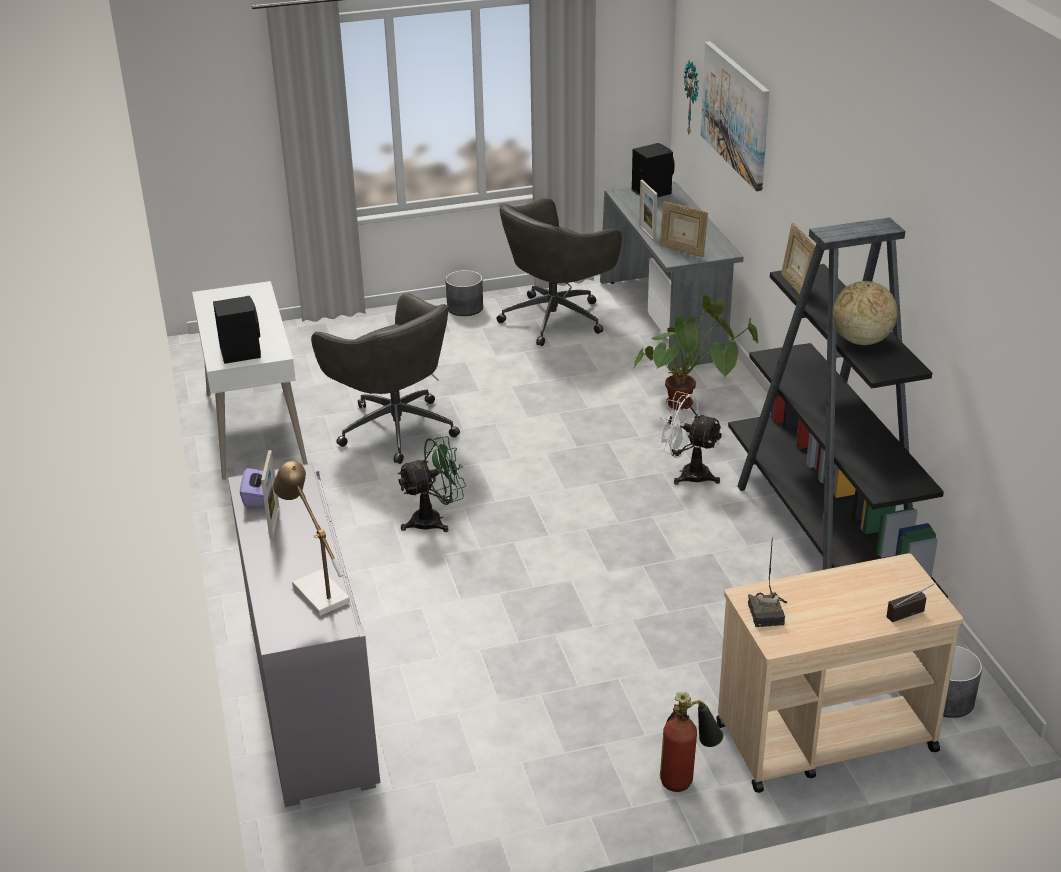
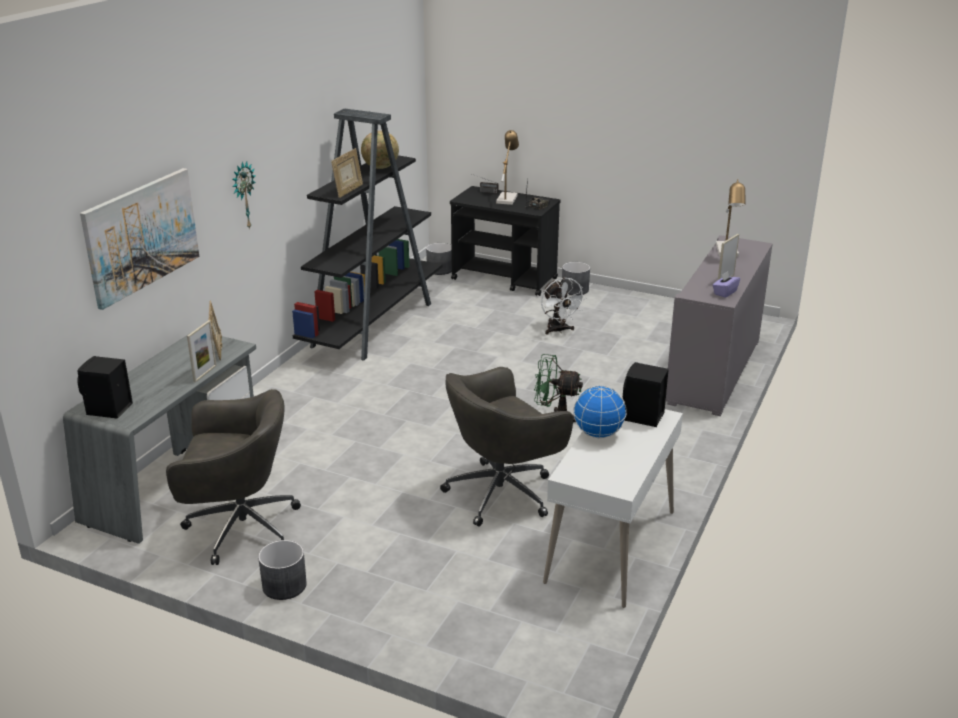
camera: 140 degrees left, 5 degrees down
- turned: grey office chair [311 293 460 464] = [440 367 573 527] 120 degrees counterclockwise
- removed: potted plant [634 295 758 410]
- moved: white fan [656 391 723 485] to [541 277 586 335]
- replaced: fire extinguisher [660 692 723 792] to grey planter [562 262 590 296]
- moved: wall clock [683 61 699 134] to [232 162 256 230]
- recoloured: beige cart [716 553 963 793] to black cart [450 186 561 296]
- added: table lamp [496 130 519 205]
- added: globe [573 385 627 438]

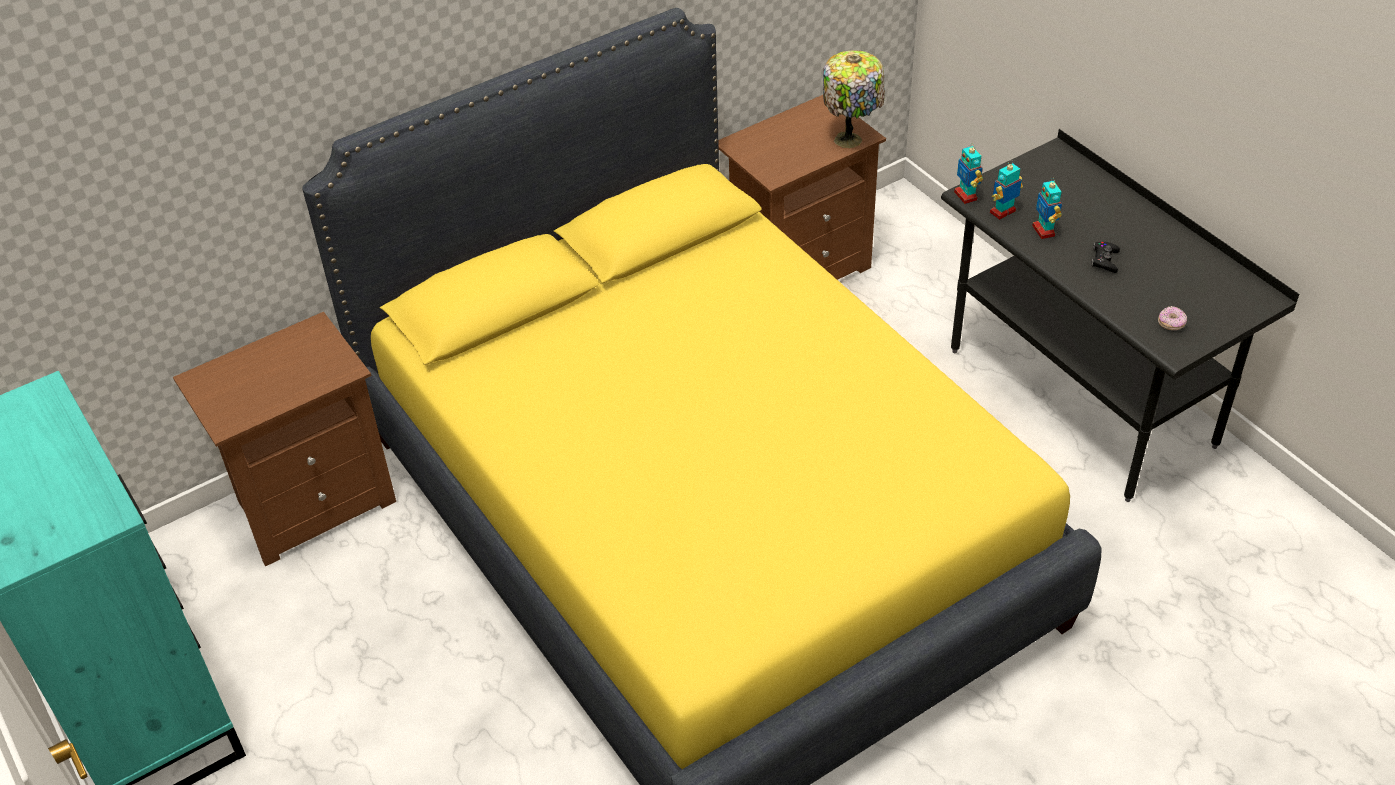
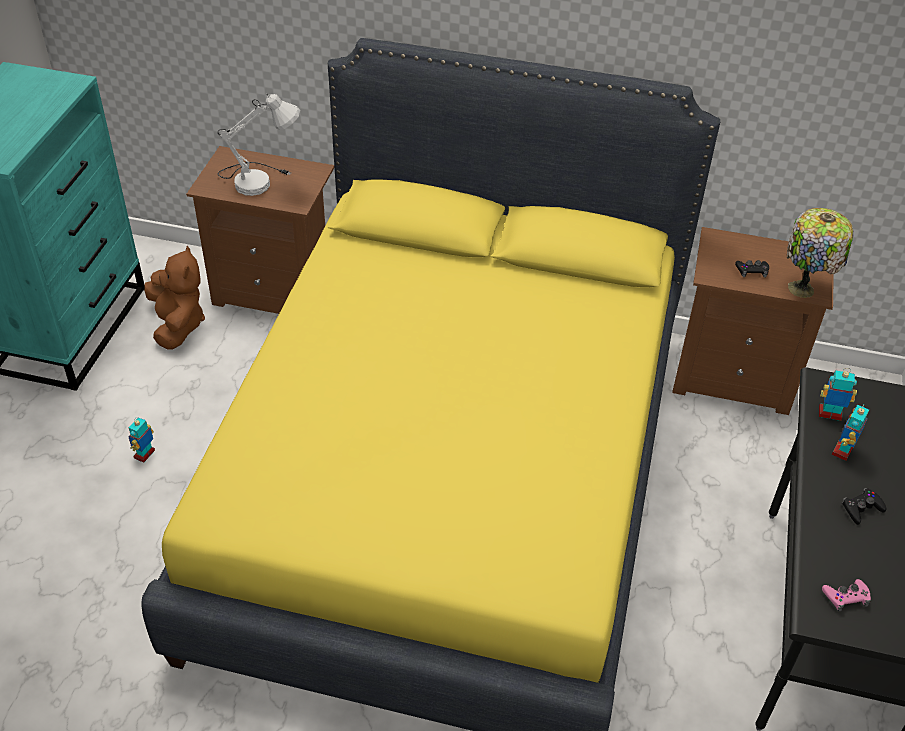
camera: 45 degrees right, 0 degrees up
- moved: toy robot [954 144 983 204] to [128 417 155 463]
- replaced: donut [1158 306 1187 330] to pink game controller [822 579 871 611]
- added: brown plush toy [144 246 205 350]
- added: white table lamp [218 94 301 196]
- added: black game controller [735 260 769 278]

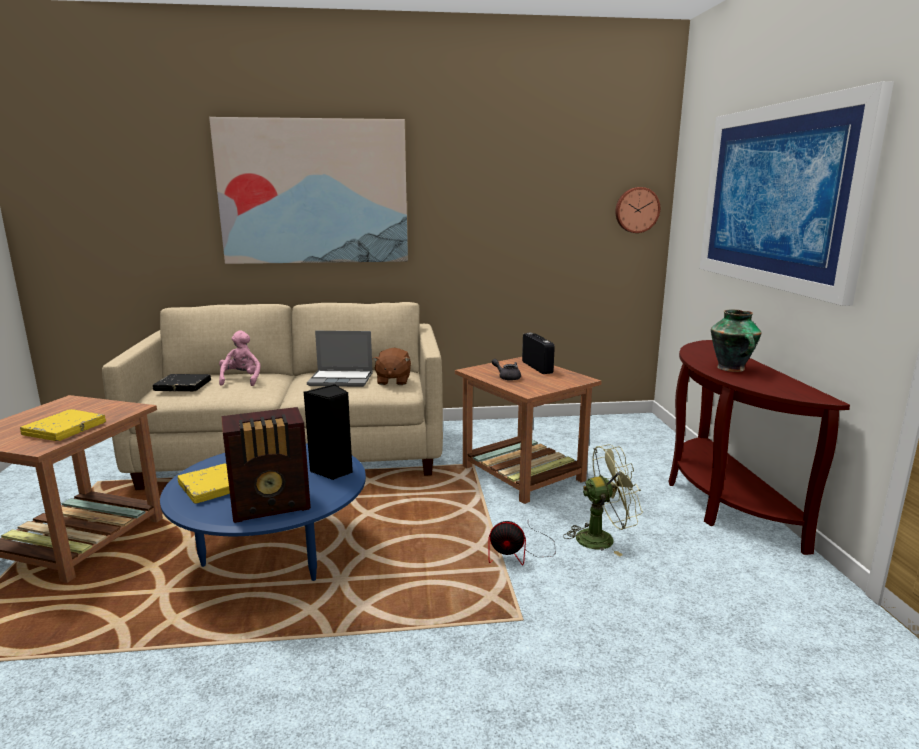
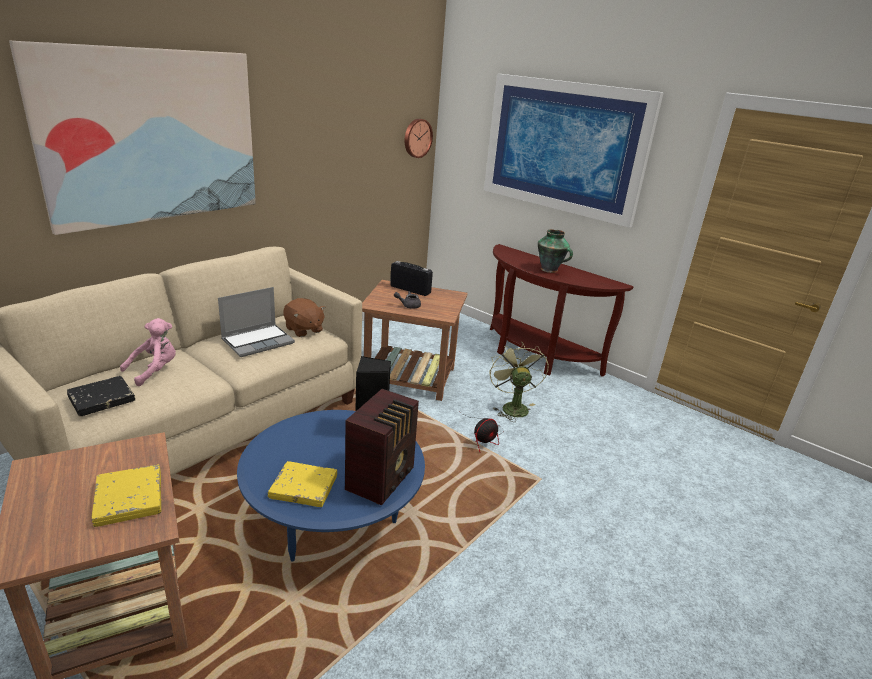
camera: 45 degrees left, 10 degrees up
- turned: pink plush toy [219 330 261 386] = [120 318 176 386] 90 degrees clockwise
- turned: green fan [563 444 643 556] = [489 342 549 422] 45 degrees counterclockwise

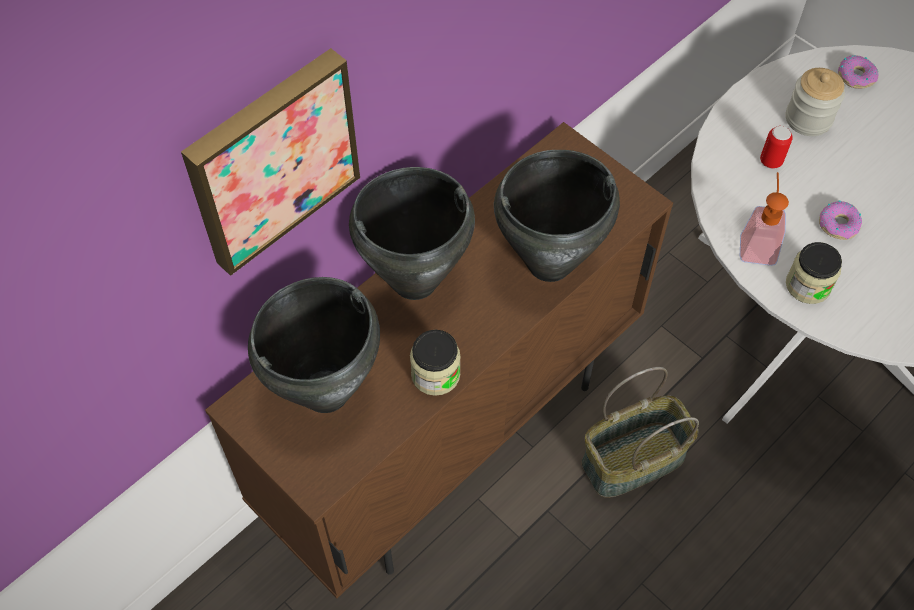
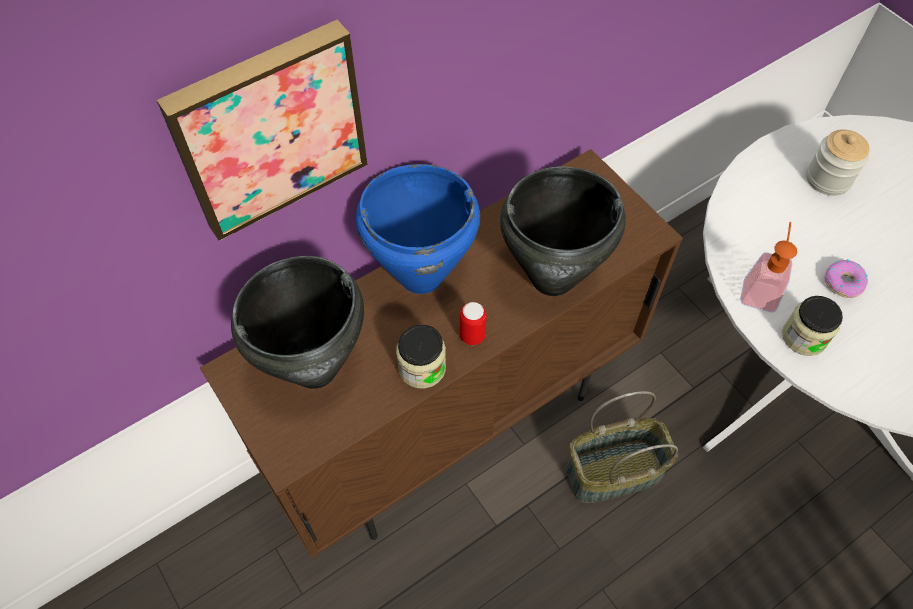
camera: 10 degrees right, 0 degrees up
- recoloured: black cooking pot [349 167 475 300] to blue cooking pot [356 164 480 294]
- moved: can [760 126 793 169] to [460 302 487 345]
- removed: donut [838 55 879 89]

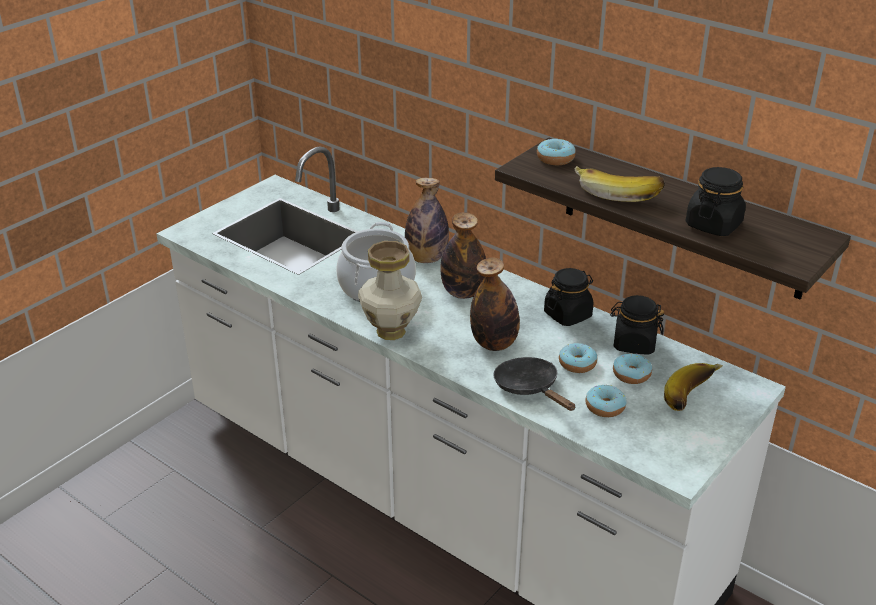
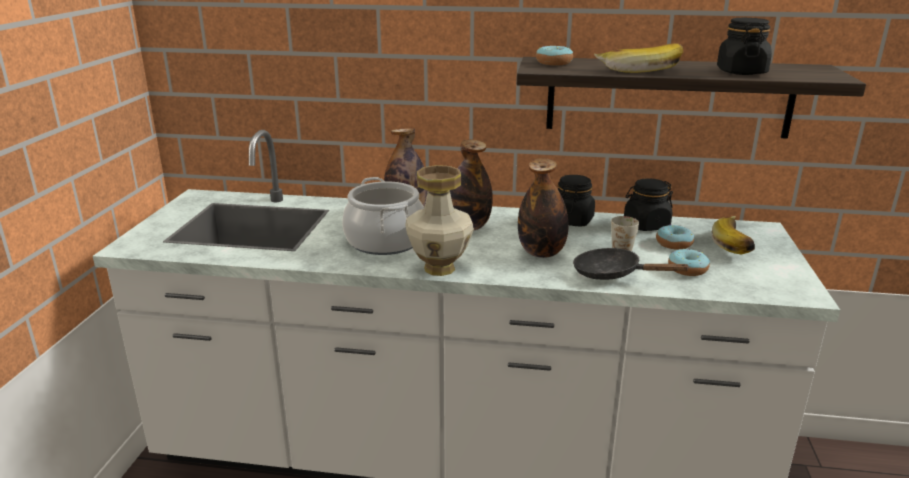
camera: 30 degrees left, 10 degrees down
- replaced: donut [559 343 597 373] to white mug [611 216 639 251]

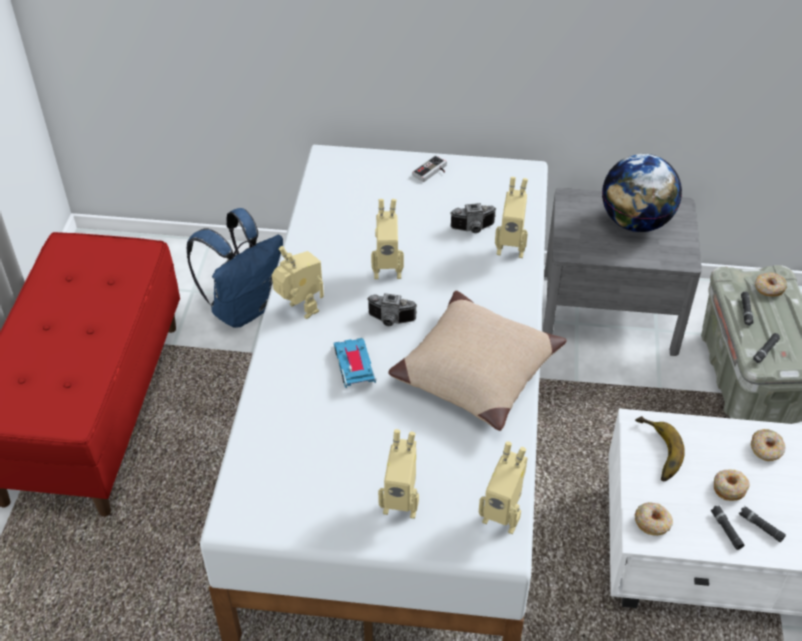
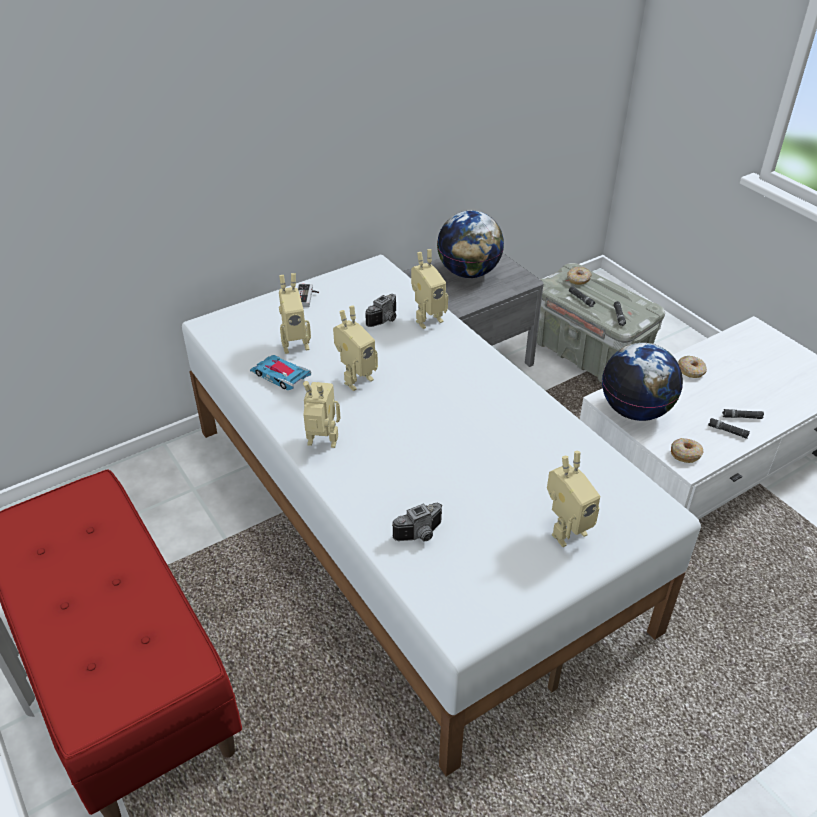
camera: 40 degrees left, 5 degrees down
- removed: blue backpack [187 208 283 328]
- moved: toy car [333 338 376 388] to [250 355 311 390]
- moved: photo camera [367 293 417 326] to [392 503 442 541]
- removed: beige pillow [388 291 567 431]
- moved: toy robot [479 441 528 534] to [279 273 311 354]
- replaced: banana [635 416 685 481] to globe [602 343 683 421]
- removed: donut [714 469 750 501]

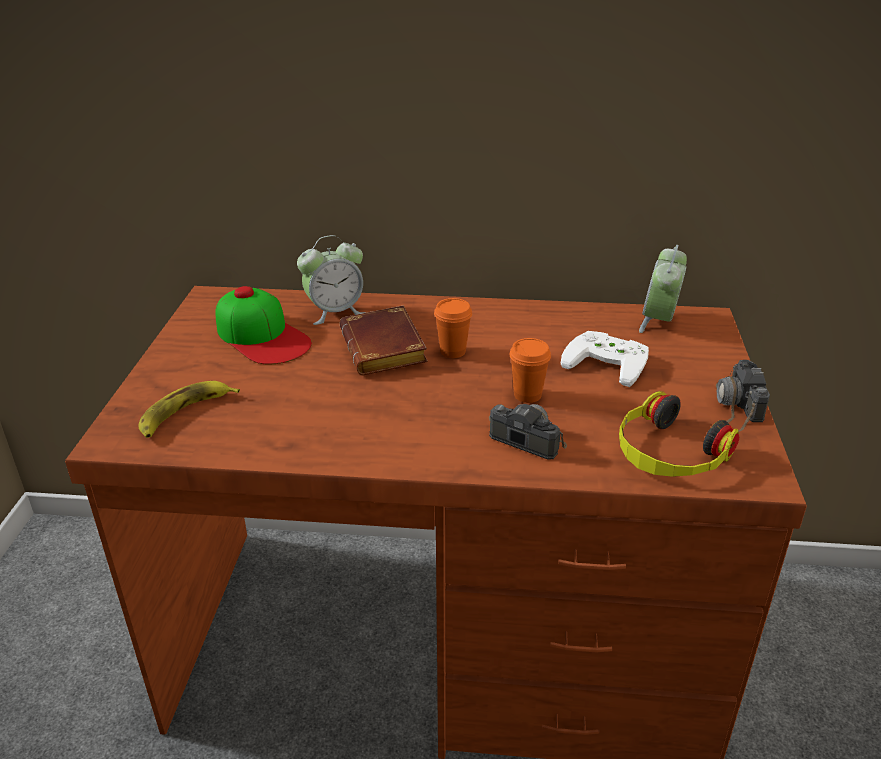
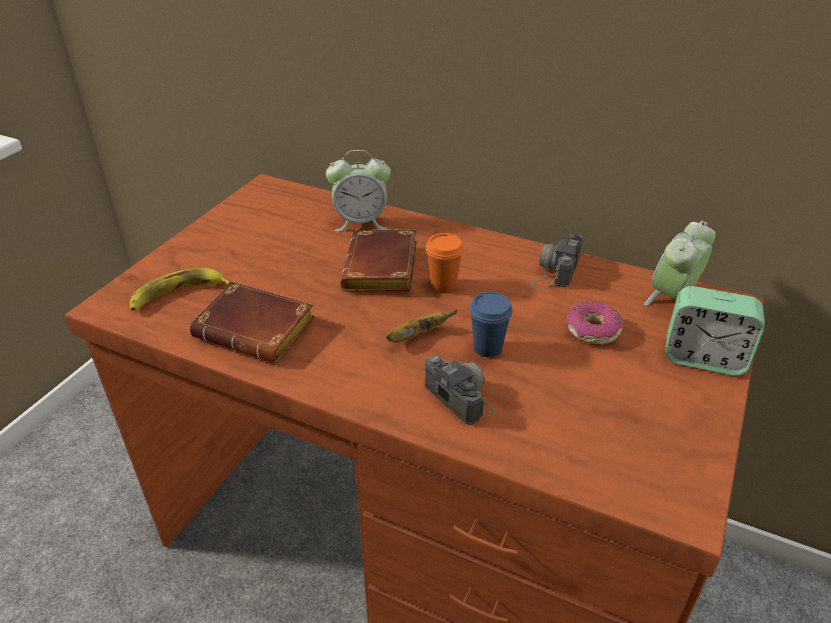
camera: 20 degrees right, 5 degrees up
- removed: cap [215 286 312 364]
- recoloured: orange cup [509 338 551 403] to blue cup [469 292 513 357]
- replaced: white game controller [560 331 649 387] to donut [566 301 624 345]
- removed: headphones [619 391 739 477]
- moved: photo camera [716 360 770 432] to [530 233 583 290]
- added: brown book [190 282 315 363]
- added: banana [386 310 457 343]
- added: alarm clock [666 286 765 376]

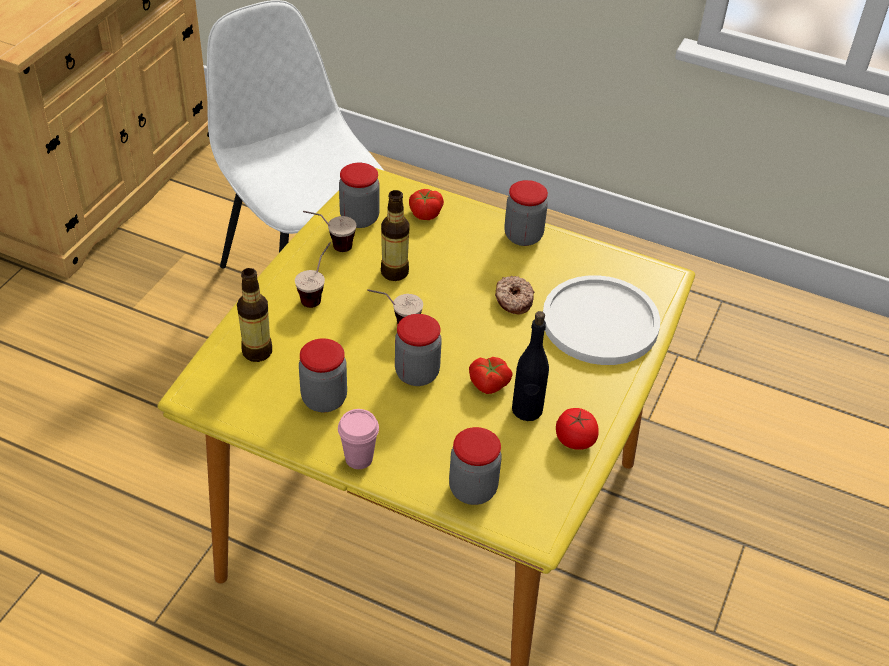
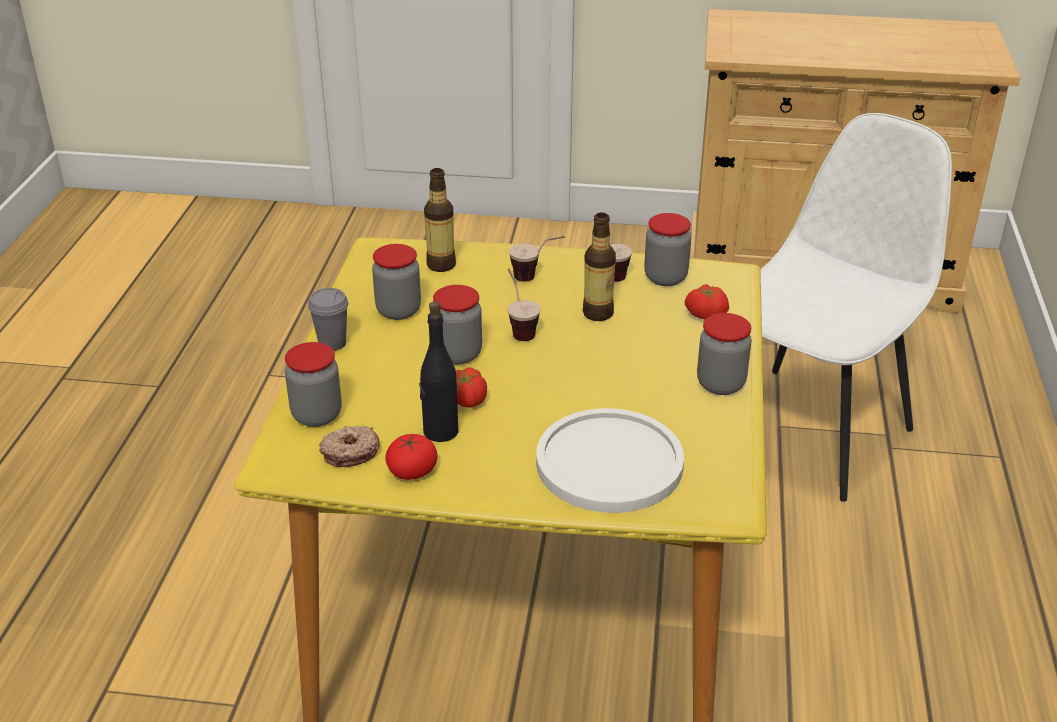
camera: 75 degrees right, 10 degrees down
- recoloured: pink cup [338 409 379 469] to grey cup [308 288 349 351]
- moved: donut [495 276 534 314] to [319 425 380 467]

